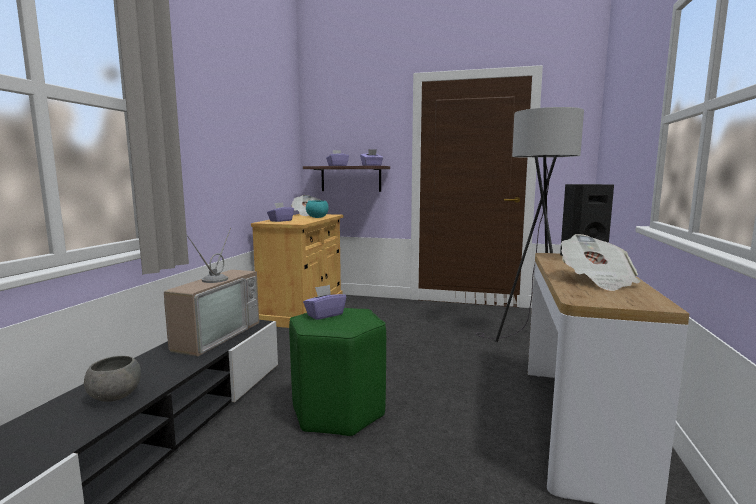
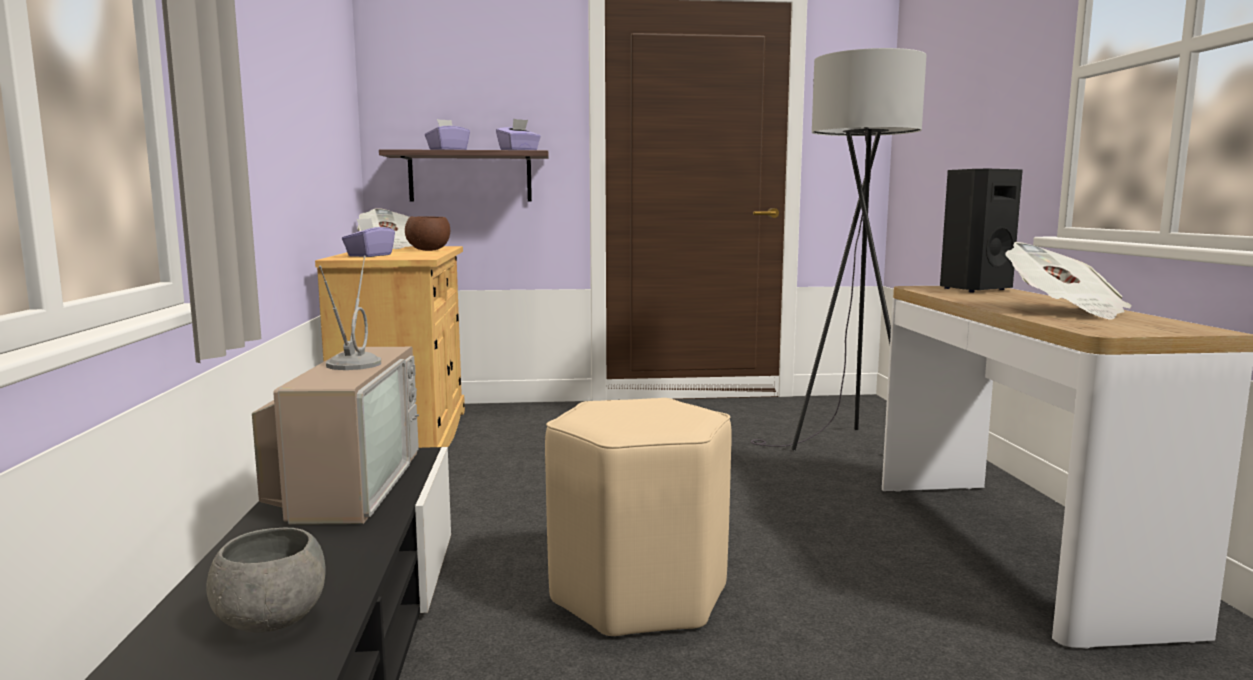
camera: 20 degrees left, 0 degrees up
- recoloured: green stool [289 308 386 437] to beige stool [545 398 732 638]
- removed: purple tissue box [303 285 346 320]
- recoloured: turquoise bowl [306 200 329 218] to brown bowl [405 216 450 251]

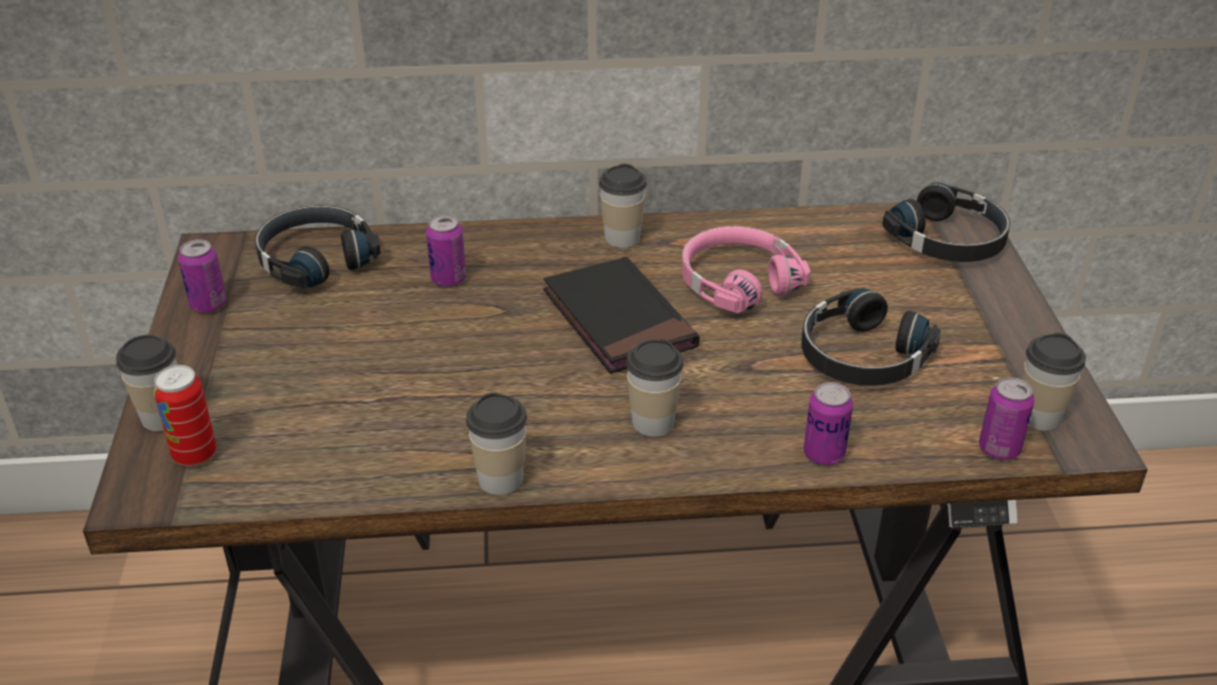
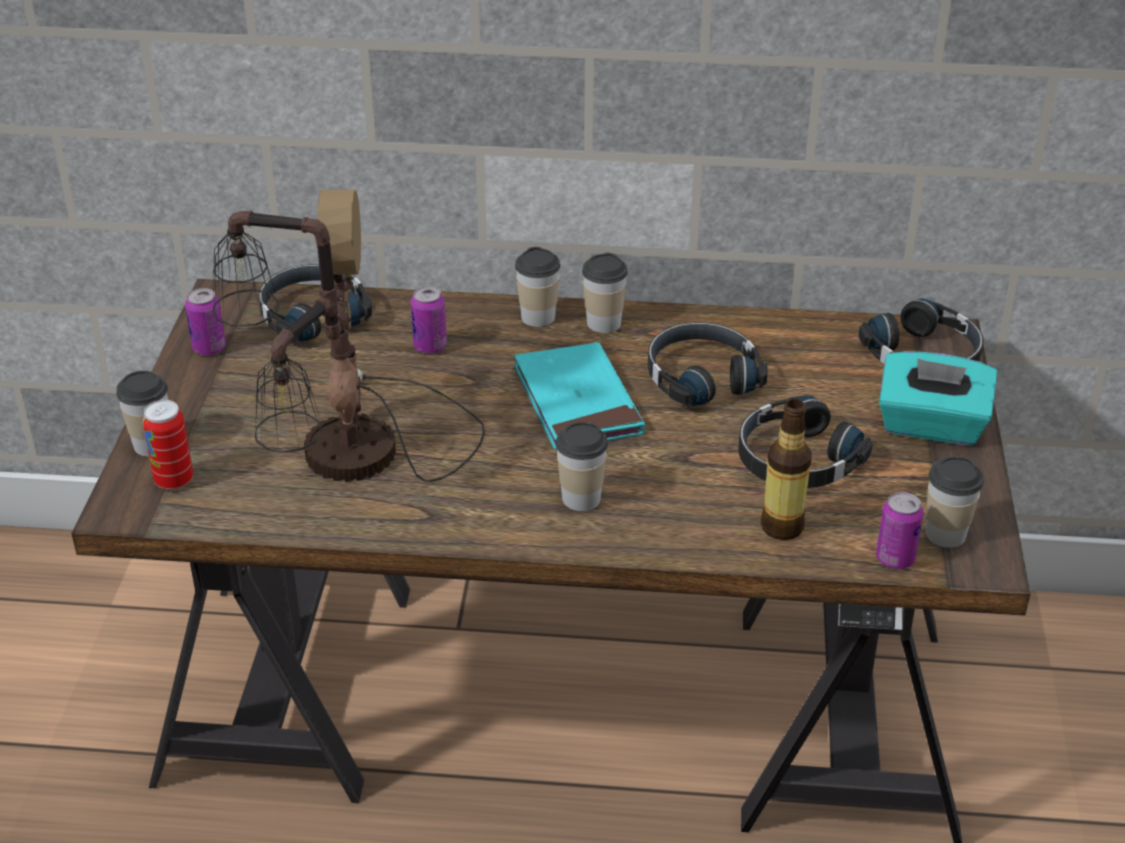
camera: 10 degrees right, 0 degrees up
- moved: cup [466 392 527 495] to [515 247 560 327]
- recoloured: black book [543 257 699 373] to turquoise book [514 342 645 450]
- recoloured: pink headphones [682 226 810 313] to black headphones [648 322 768 407]
- removed: can [804 382 853 465]
- added: table lamp [212 189 485 482]
- added: bottle [761 399 812 540]
- added: turquoise tissue box [879 351 998 445]

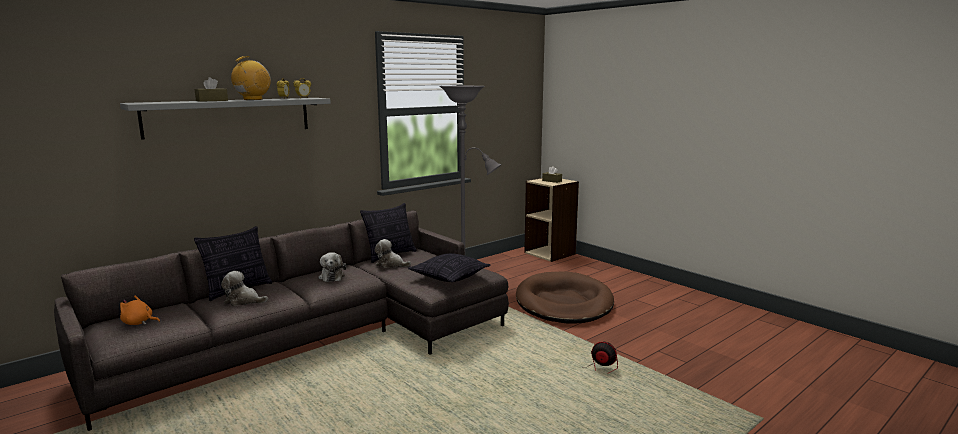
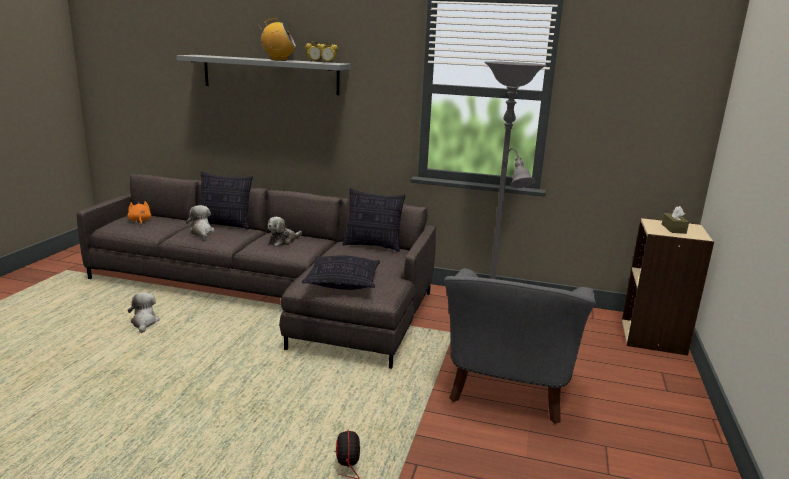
camera: 55 degrees right, 5 degrees up
- removed: brown tissue box [195 77 228 102]
- moved: plush toy [375 239 411 268] to [128 292 160 333]
- replaced: brown dog bed [516 271 614 323] to grey armchair [444 269 596 424]

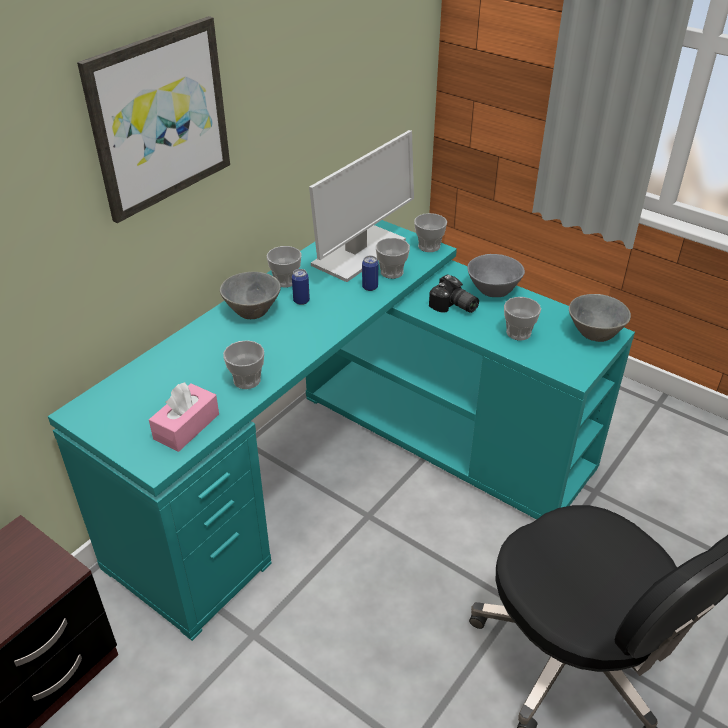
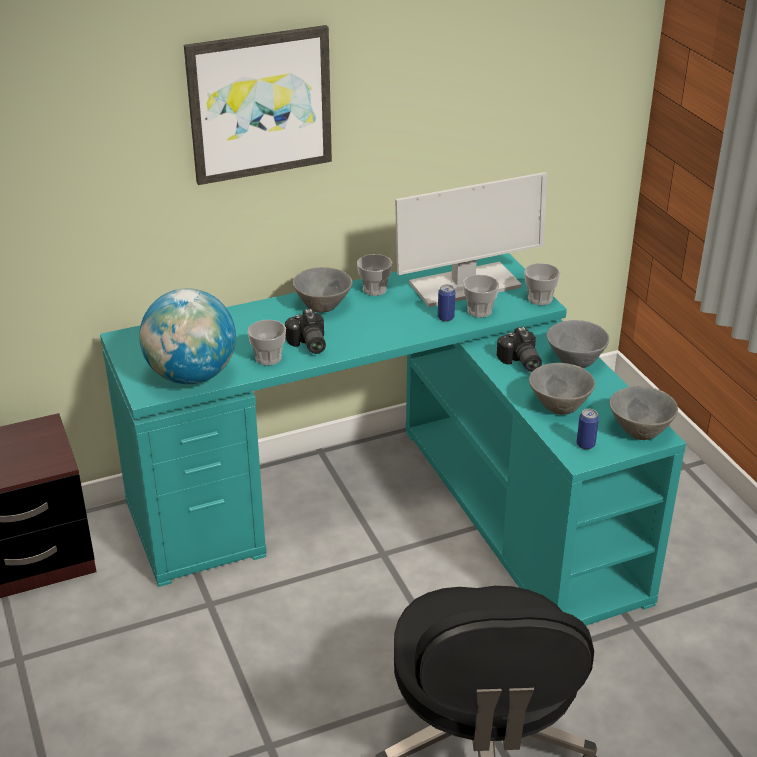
camera: 30 degrees right, 5 degrees down
- replaced: pink tissue box [149 382 219 452] to globe [139 288 236 384]
- moved: can [292 269 310 305] to [577 409 599 450]
- replaced: cup [504 297 541 340] to grey bowl [529 363 595 415]
- added: photo camera [285 309 326 354]

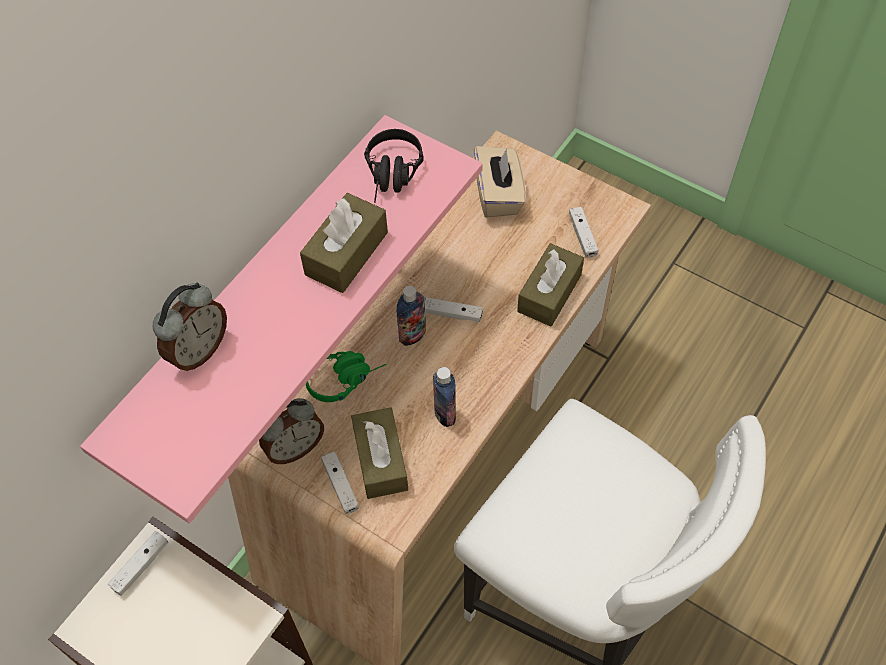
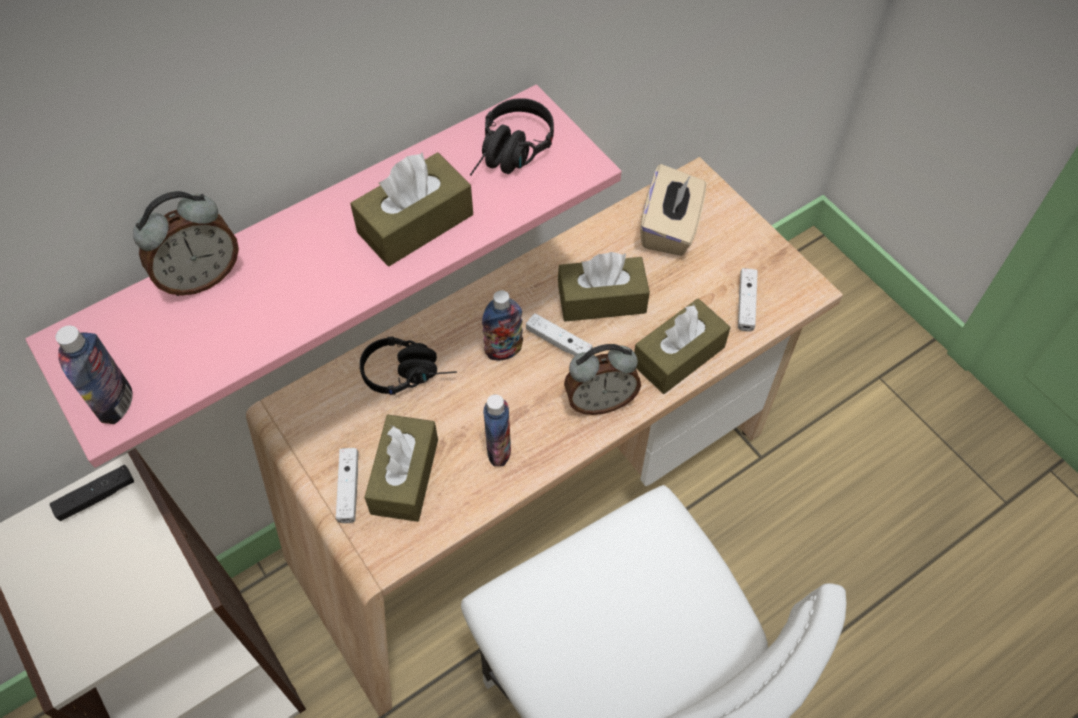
camera: 20 degrees right, 0 degrees up
- recoloured: white game controller [108 531 168 596] to black game controller [50 465 134 521]
- moved: alarm clock [259 398 324 464] to [564 344 641 415]
- recoloured: green headphones [306 351 387 402] to black headphones [360 336 457 395]
- added: bottle [56 326 132 424]
- added: brown tissue box [558 252 650 322]

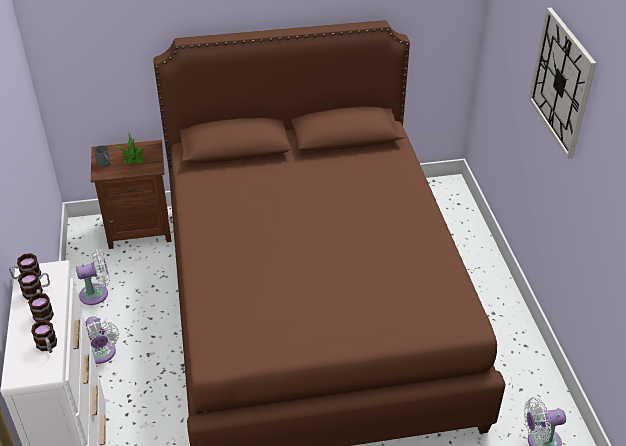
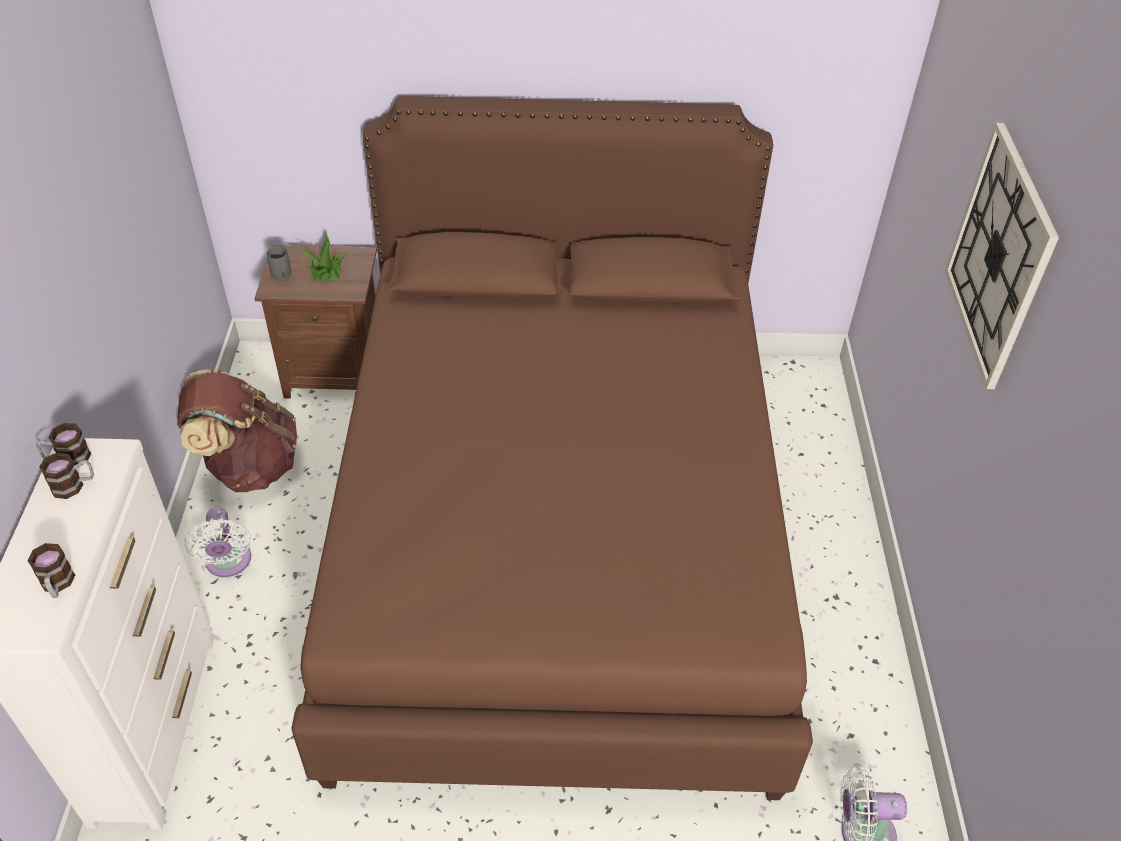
camera: 10 degrees right, 5 degrees up
- removed: mug [28 289 54 322]
- replaced: white fan [76 249 110 305] to brown backpack [177 368 297 492]

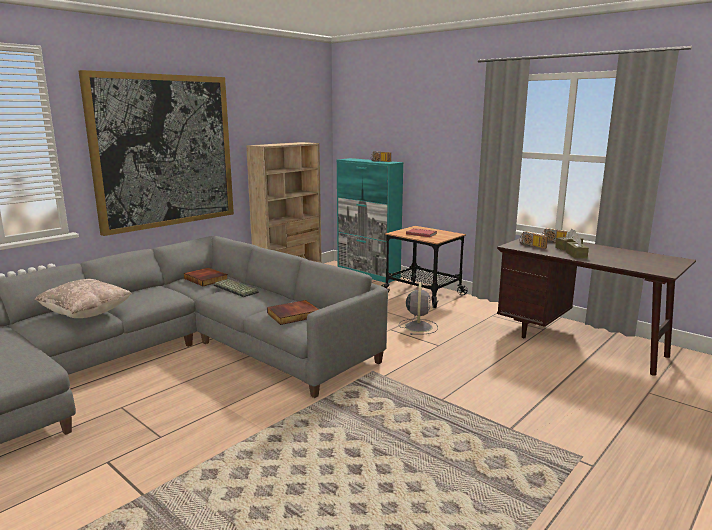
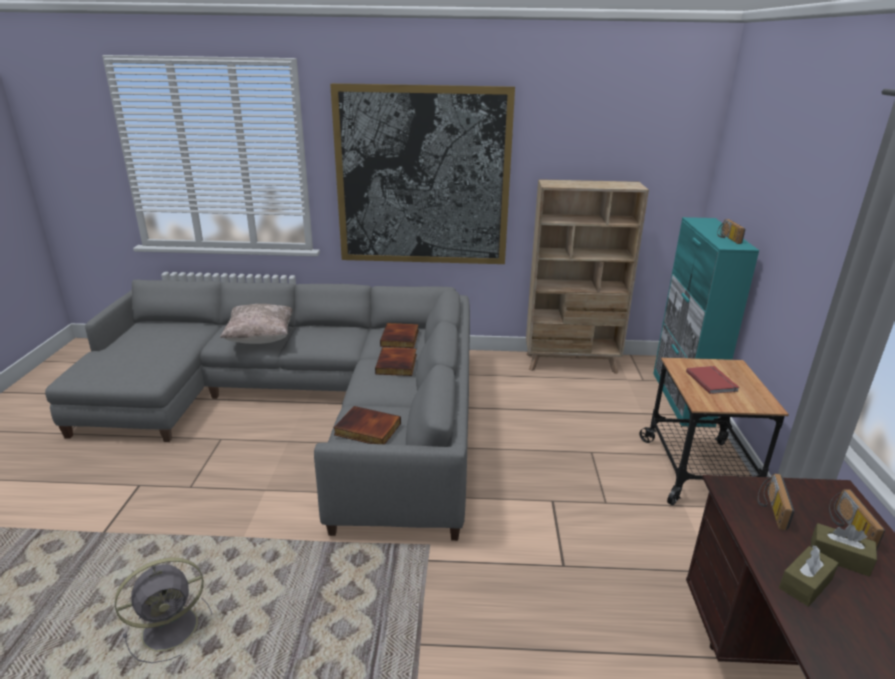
camera: 50 degrees right, 10 degrees up
- replaced: keyboard [213 279 259 297] to book [375 347 417 376]
- moved: grey fan [399 282 438 335] to [115 557 212 663]

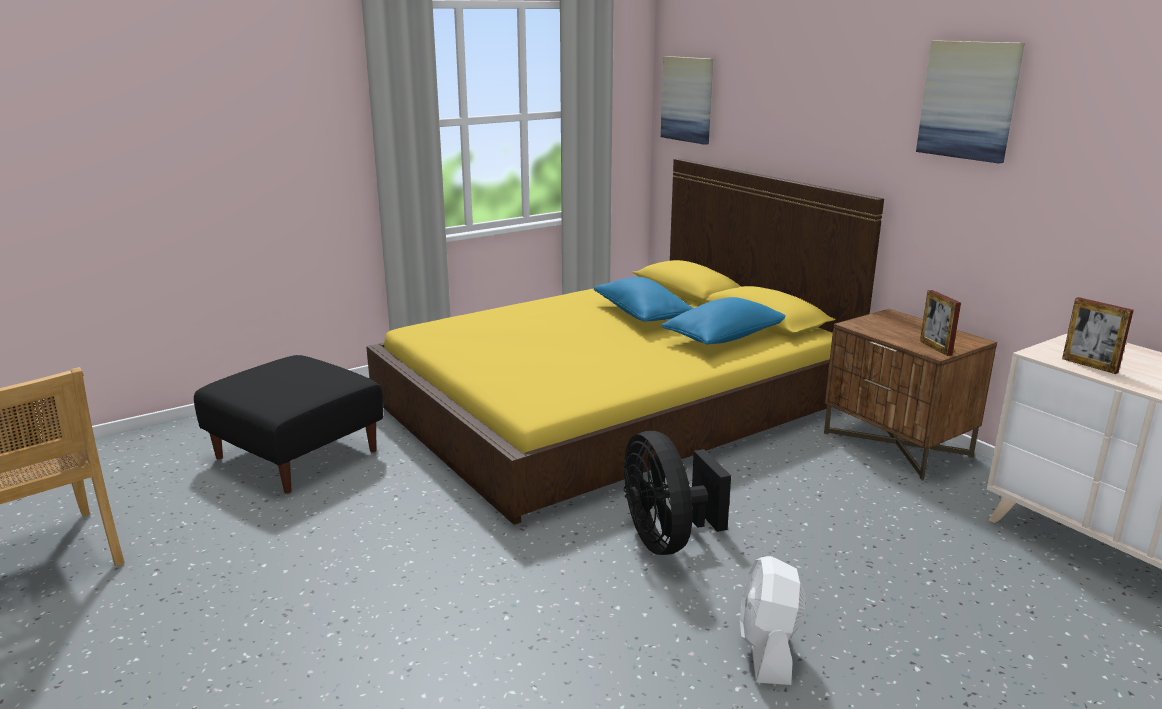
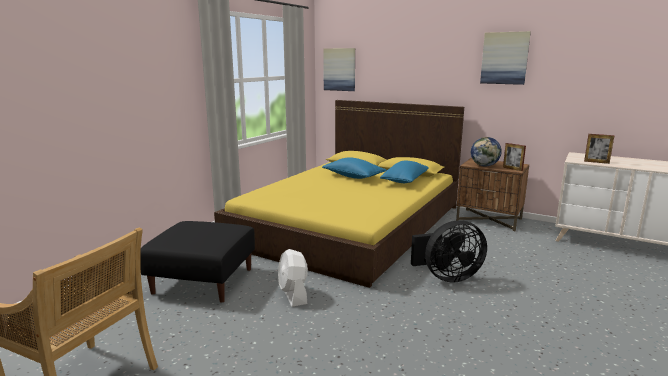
camera: 25 degrees left, 5 degrees down
- turned: black fan [624 431 731 555] = [411 220 487 283] 60 degrees counterclockwise
- moved: white fan [740 556 805 685] to [278 249 308 307]
- added: globe [471 137 502 167]

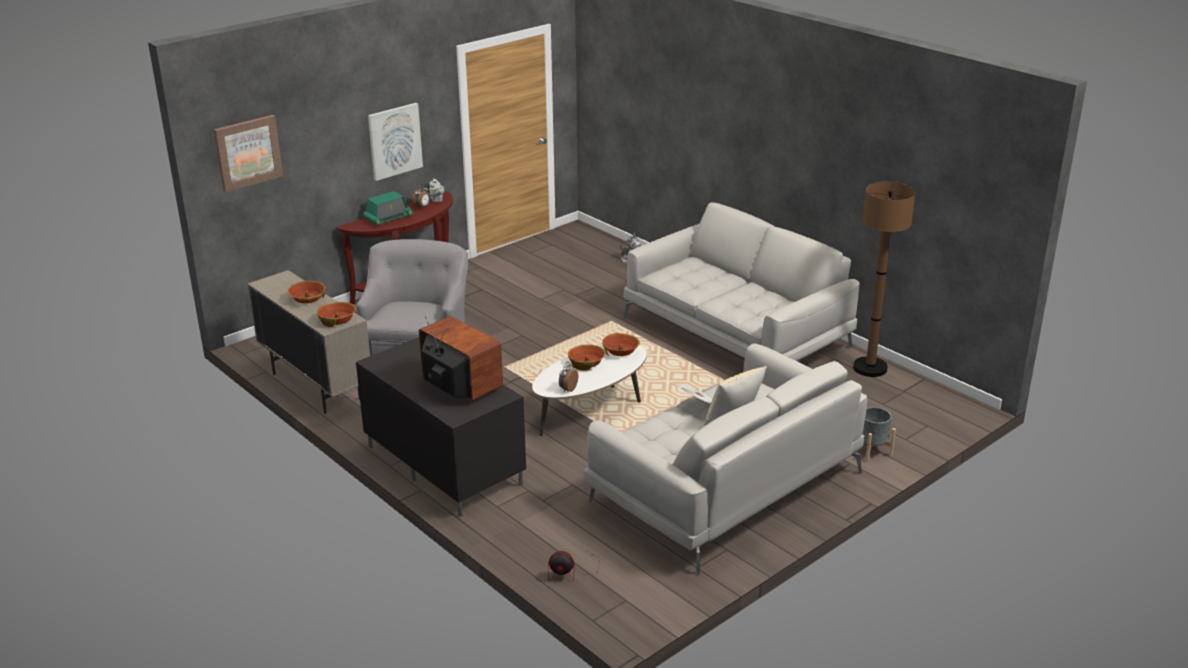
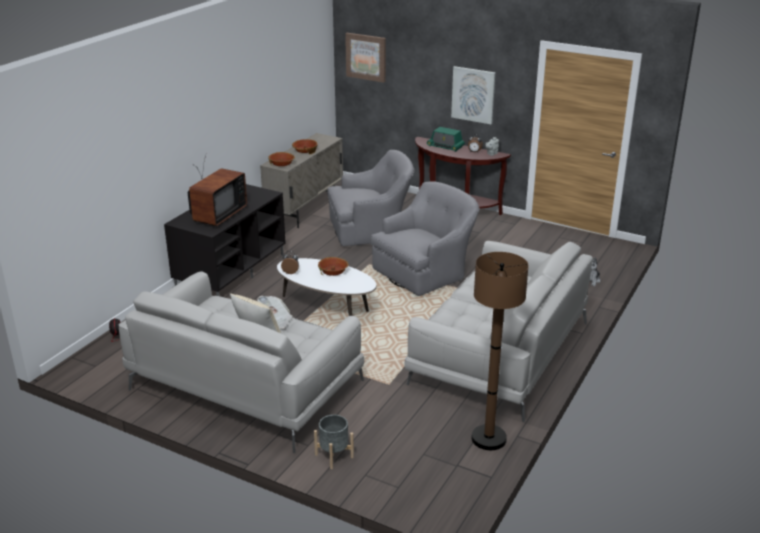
camera: 70 degrees right, 0 degrees up
- removed: bowl [602 333 640 356]
- added: grey armchair [371 181 480 296]

